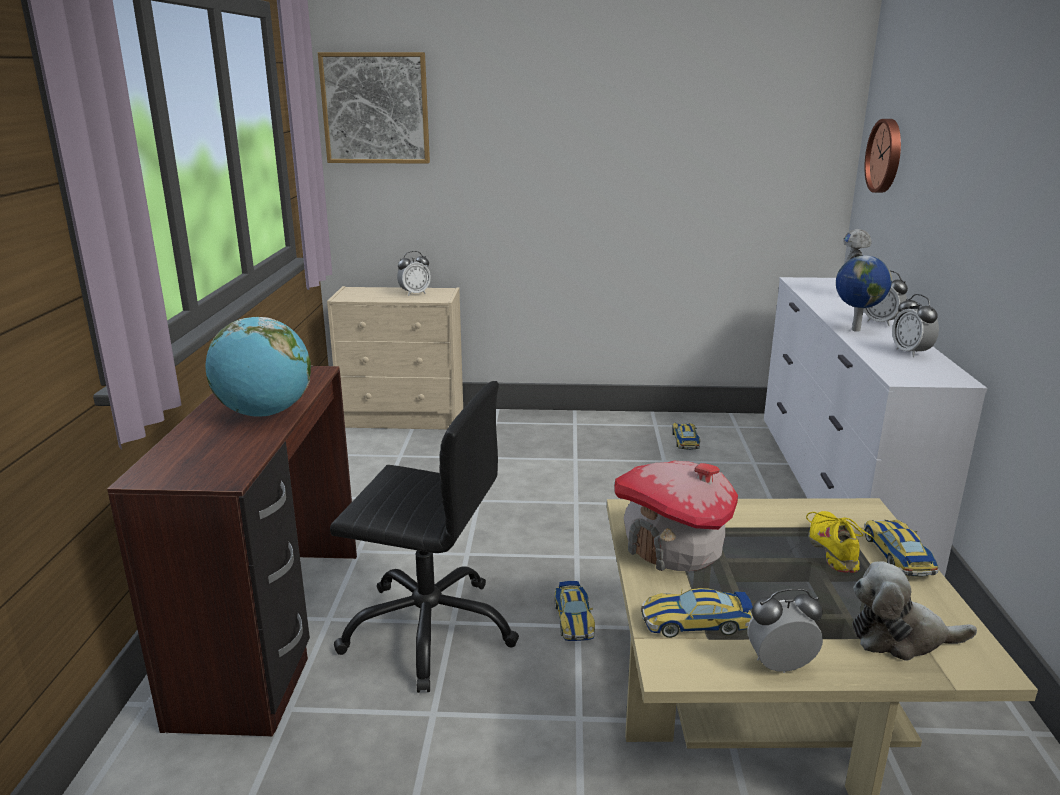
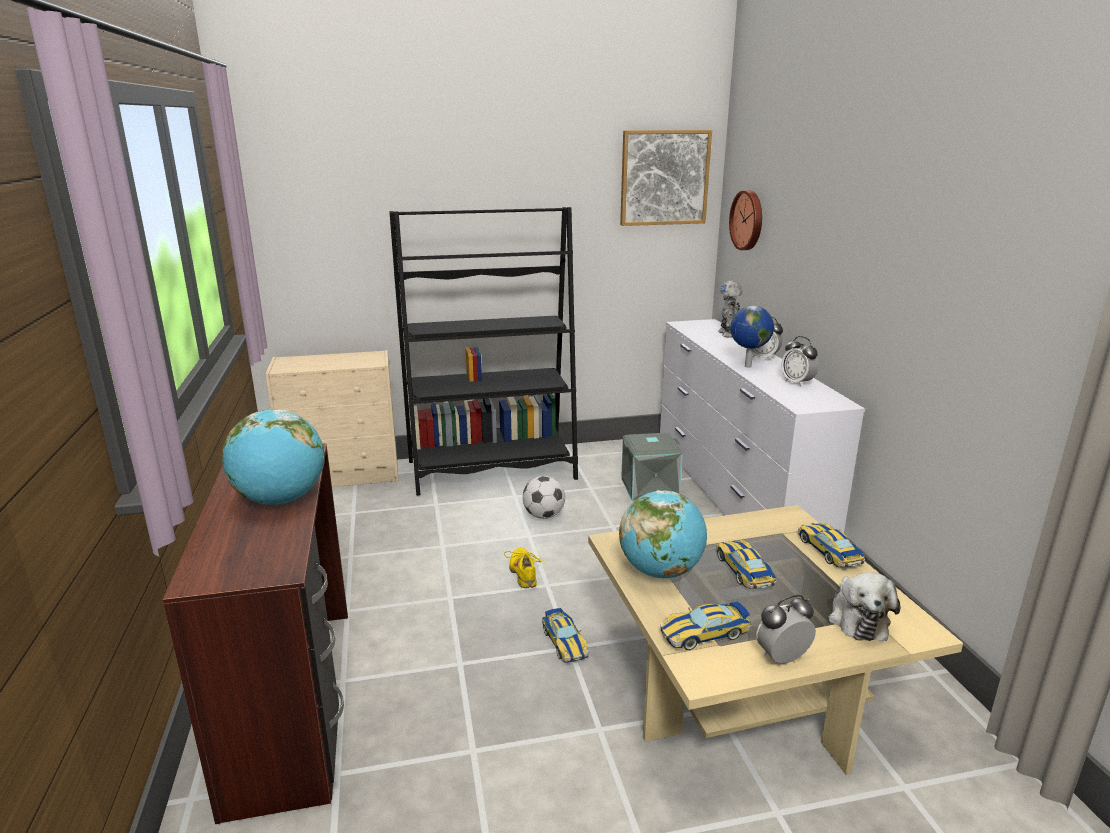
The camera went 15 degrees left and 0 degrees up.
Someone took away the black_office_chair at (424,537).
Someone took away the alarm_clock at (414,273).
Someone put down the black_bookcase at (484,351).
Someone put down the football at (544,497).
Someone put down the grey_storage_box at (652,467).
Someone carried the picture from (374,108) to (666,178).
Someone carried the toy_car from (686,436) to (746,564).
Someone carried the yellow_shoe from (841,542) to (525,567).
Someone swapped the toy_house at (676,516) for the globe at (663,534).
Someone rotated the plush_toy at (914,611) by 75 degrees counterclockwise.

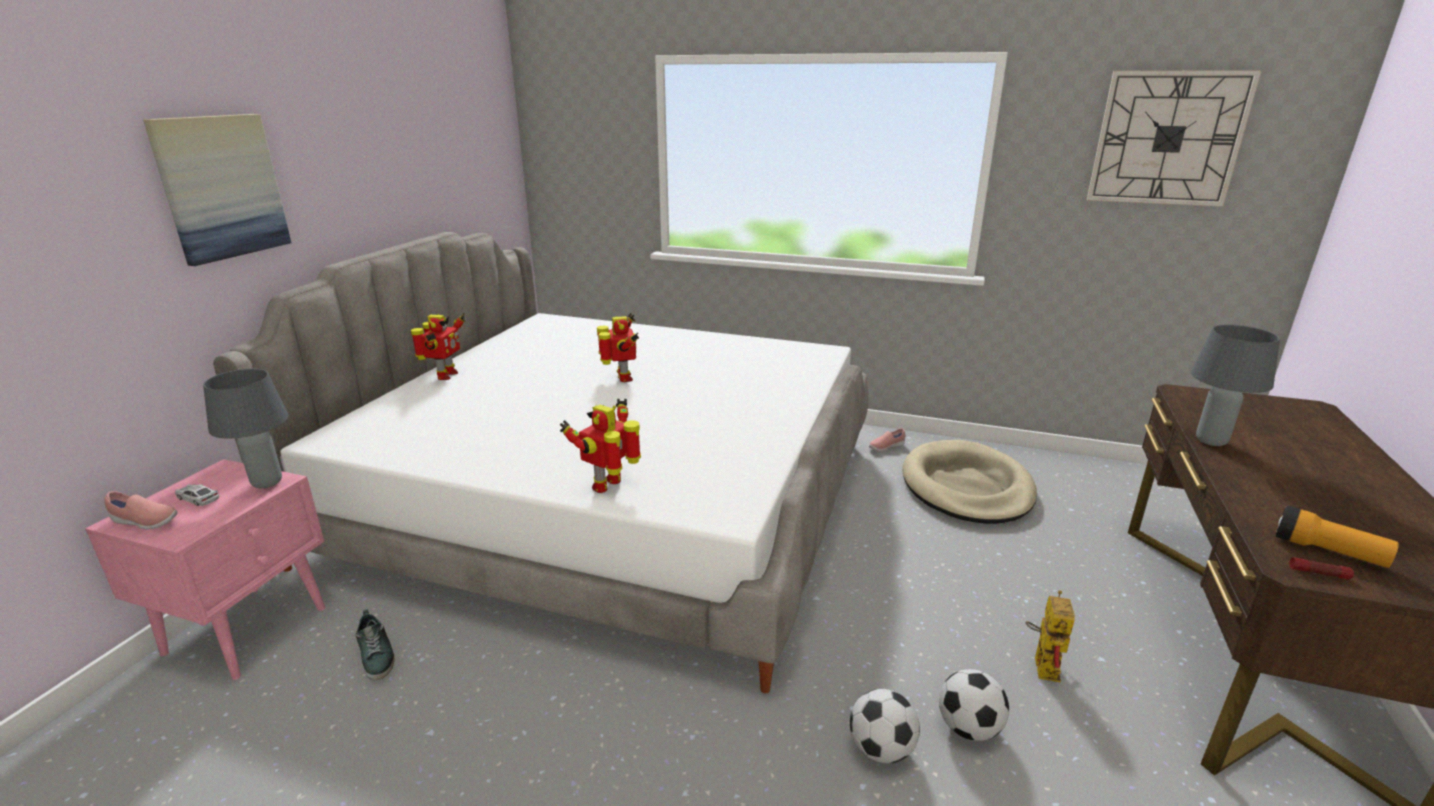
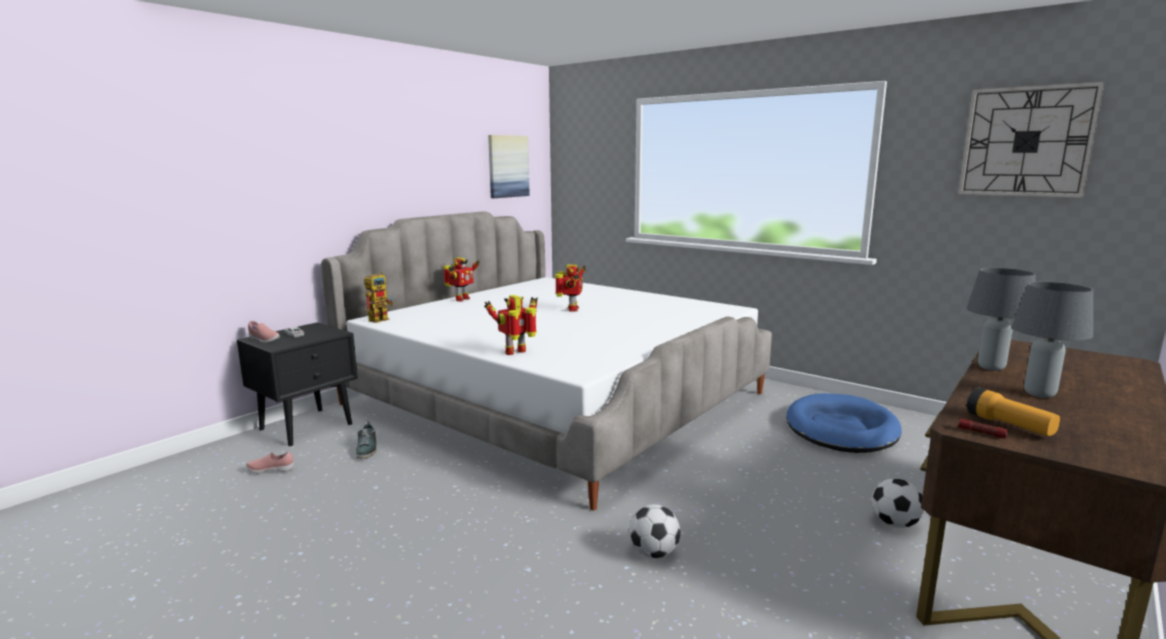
The camera went 20 degrees right and 10 degrees down.
Someone carried the picture from (217,190) to (509,166).
Someone carried the grey_table_lamp from (246,428) to (1052,339).
Someone carried the pink_shoe from (887,440) to (270,462).
Someone carried the football from (974,705) to (897,503).
Someone carried the toy_robot from (1050,636) to (379,297).
Someone repainted the pink_nightstand at (205,569), which became the black_nightstand at (297,384).
Someone repainted the beige_dog_bed at (969,482), which became the blue_dog_bed at (844,423).

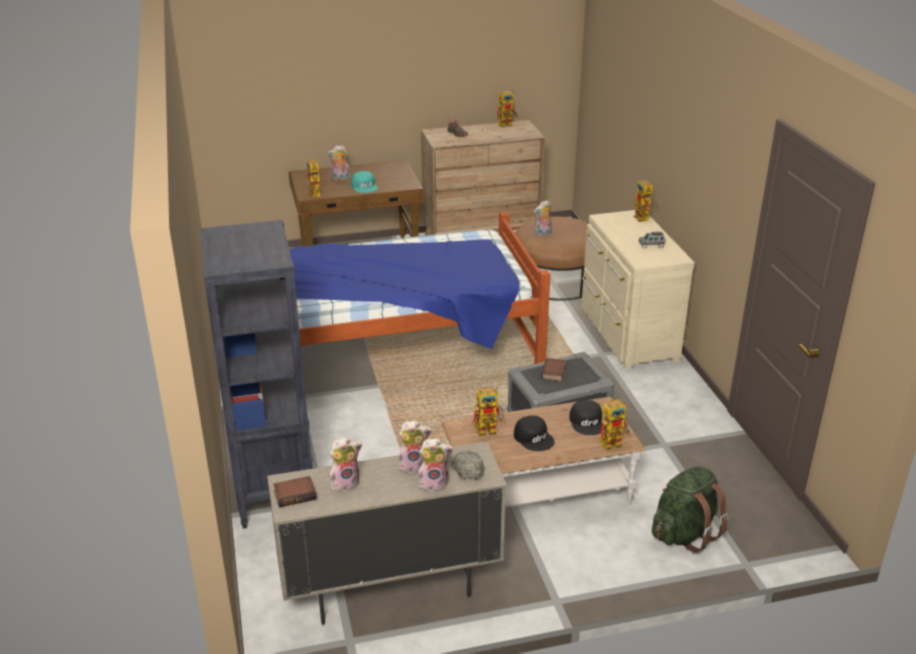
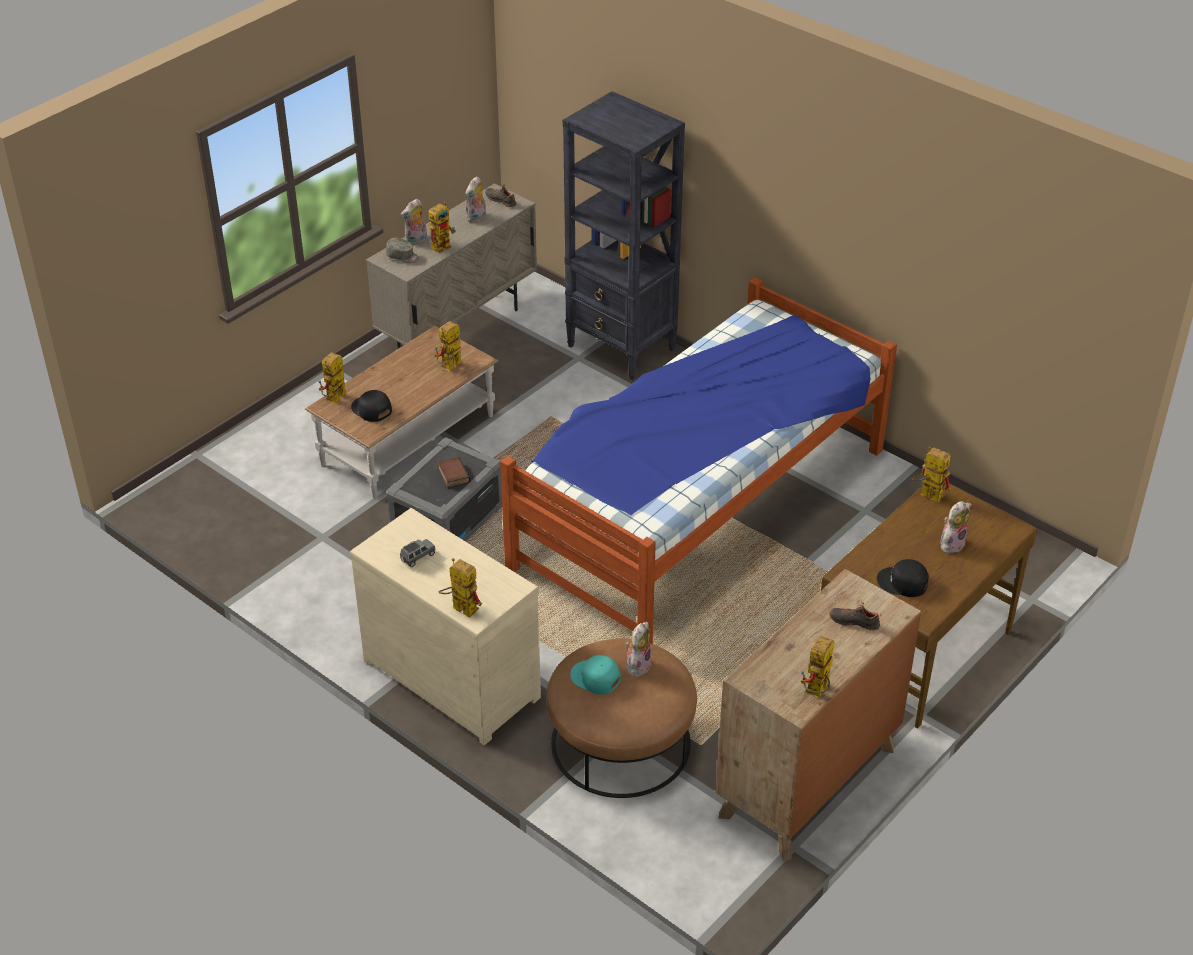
The camera went 145 degrees right and 10 degrees up.
Someone took away the green_backpack at (690,509).
Someone carried the turquoise_cap from (364,182) to (595,675).
Someone carried the black_cap from (534,433) to (903,578).
Someone swapped the book at (295,492) for the black_shoe at (500,196).
Someone swapped the plush_toy at (415,447) for the toy_robot at (442,228).

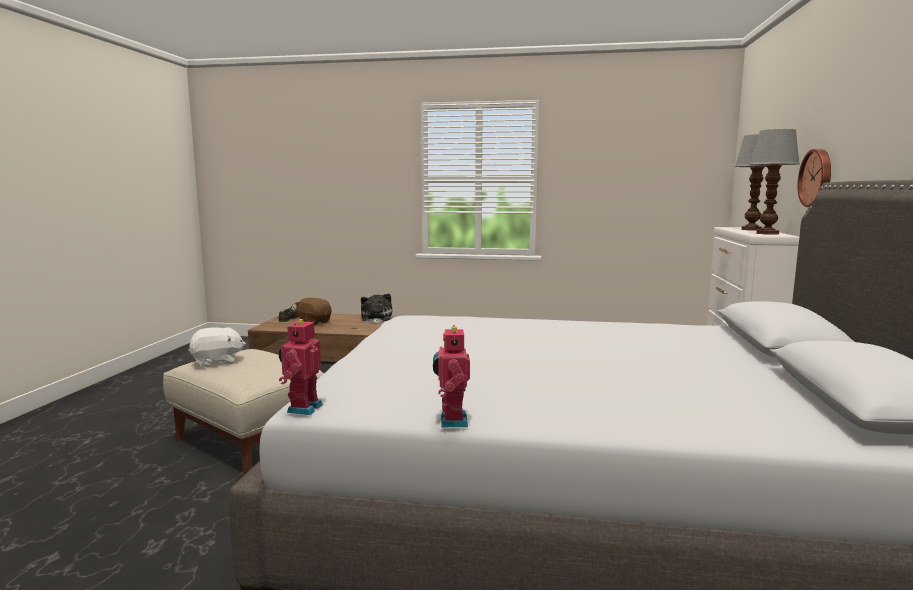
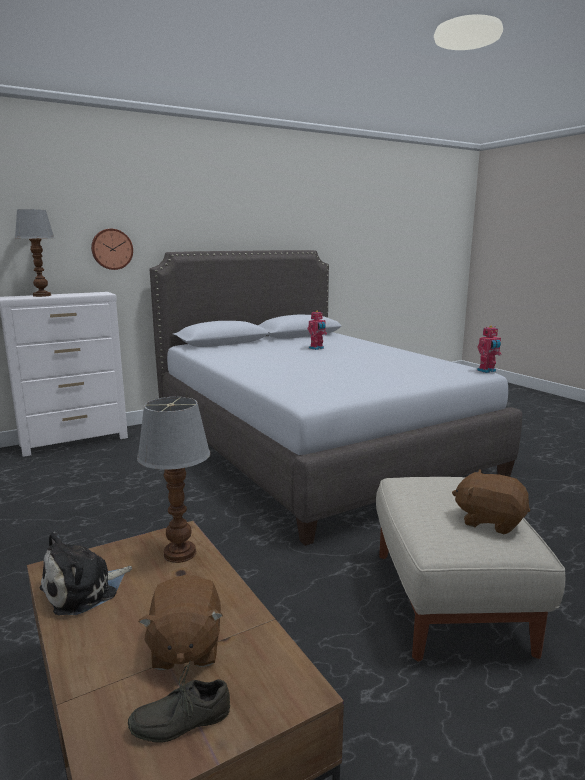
The camera went 130 degrees left and 5 degrees up.
Someone carried the toy_robot from (451,376) to (317,330).
Someone carried the table_lamp from (775,182) to (173,480).
Someone repainted the white_plush_toy at (217,347), which became the brown_plush_toy at (491,501).

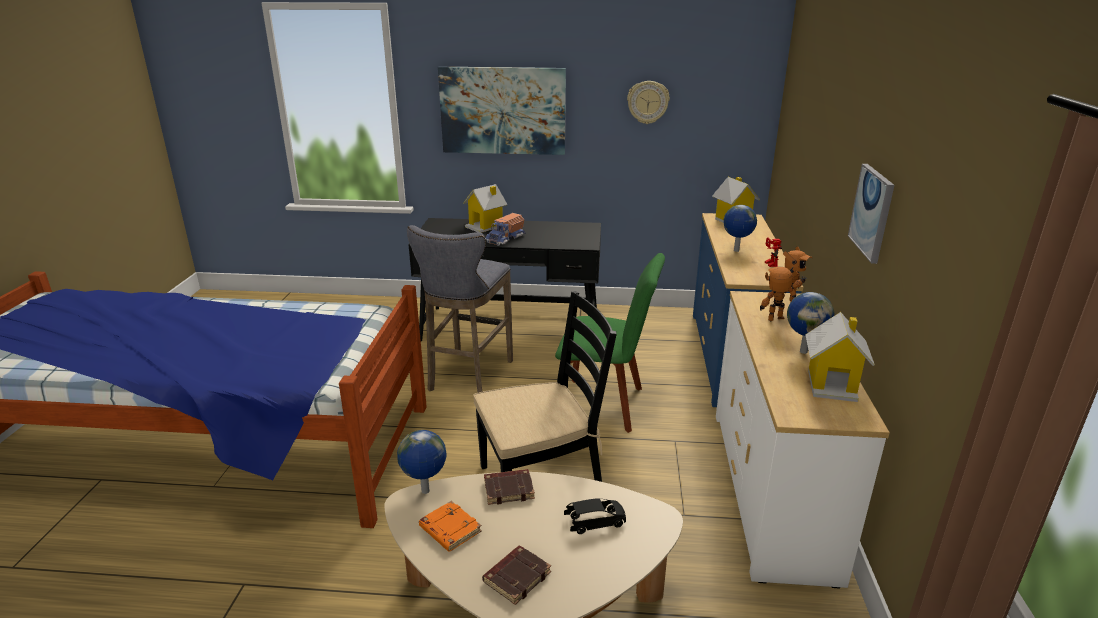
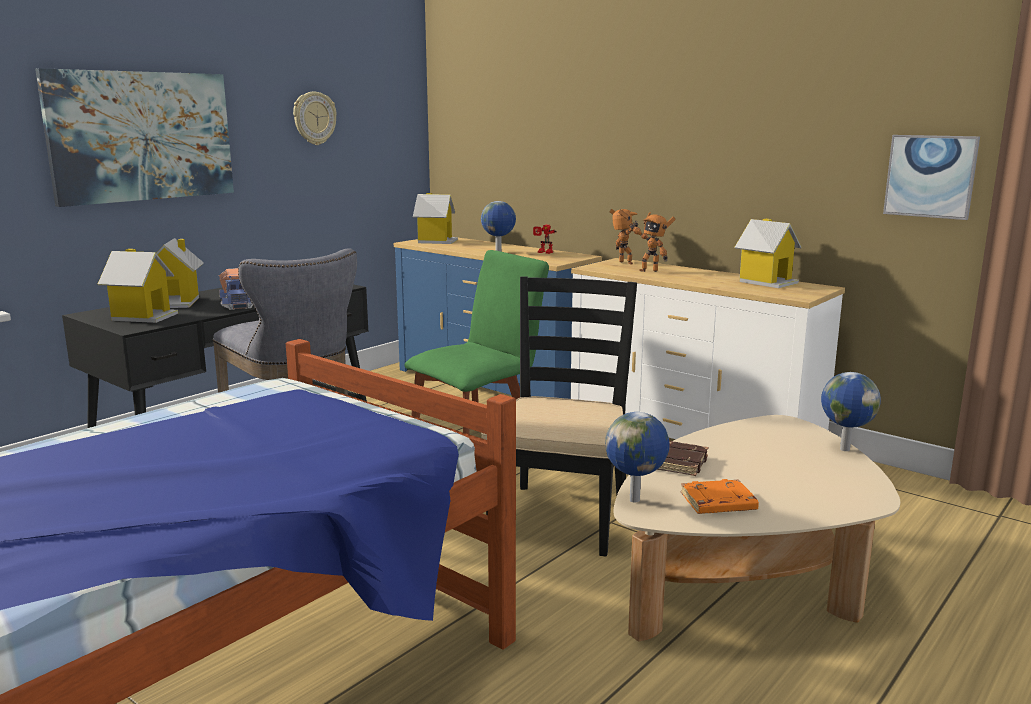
The camera went 55 degrees left and 10 degrees down.
Someone took away the brown_book at (516,575).
Someone took away the black_toy_car at (595,516).
Someone put down the toy_house at (138,286).
Someone carried the globe from (811,323) to (851,411).
Someone carried the picture from (871,214) to (931,177).
Someone rotated the toy_robot at (783,294) by 90 degrees counterclockwise.

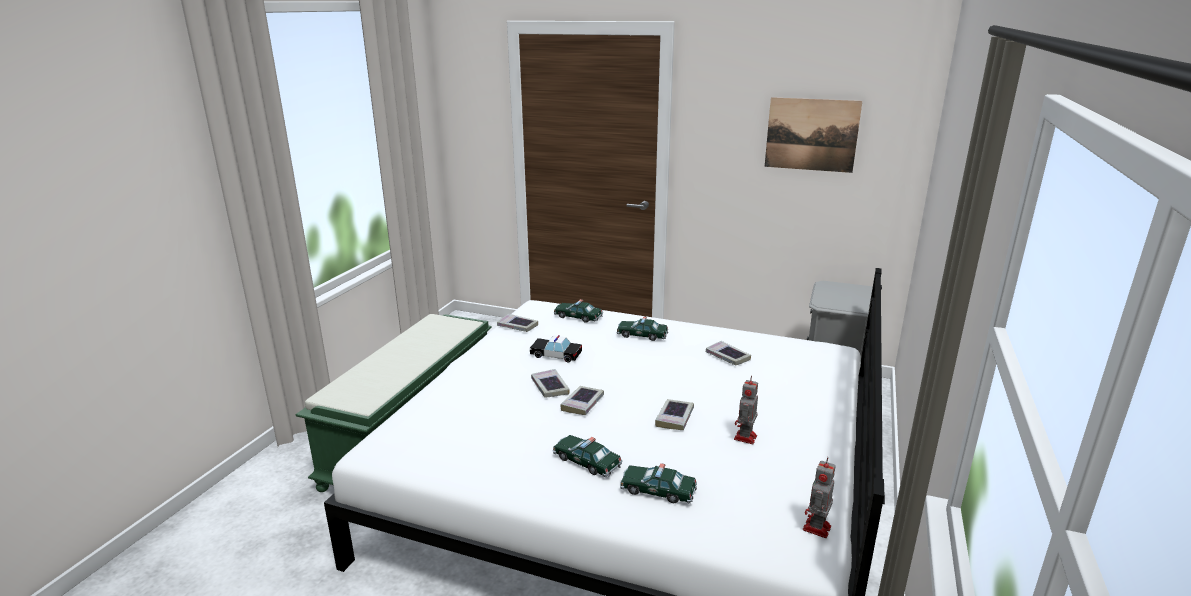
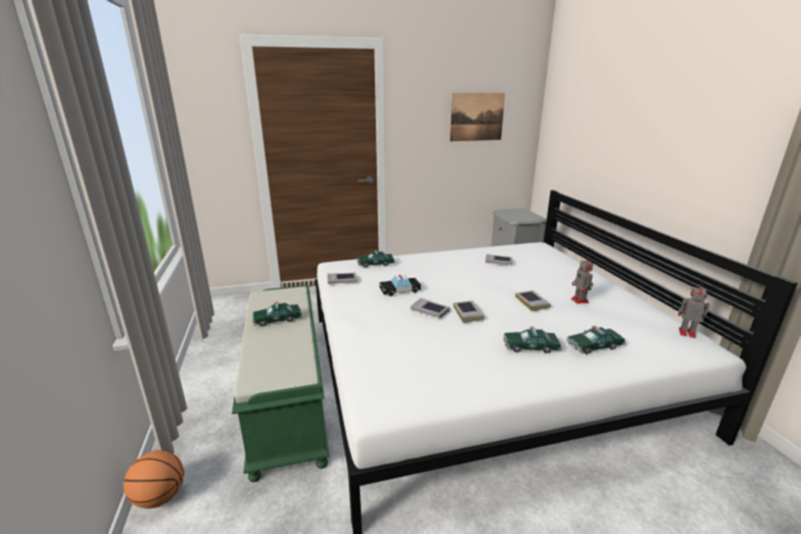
The camera went 35 degrees left and 0 degrees up.
Someone put down the basketball at (154,479).
Someone carried the toy_car from (642,328) to (277,314).
Someone rotated the toy_robot at (819,497) by 120 degrees clockwise.

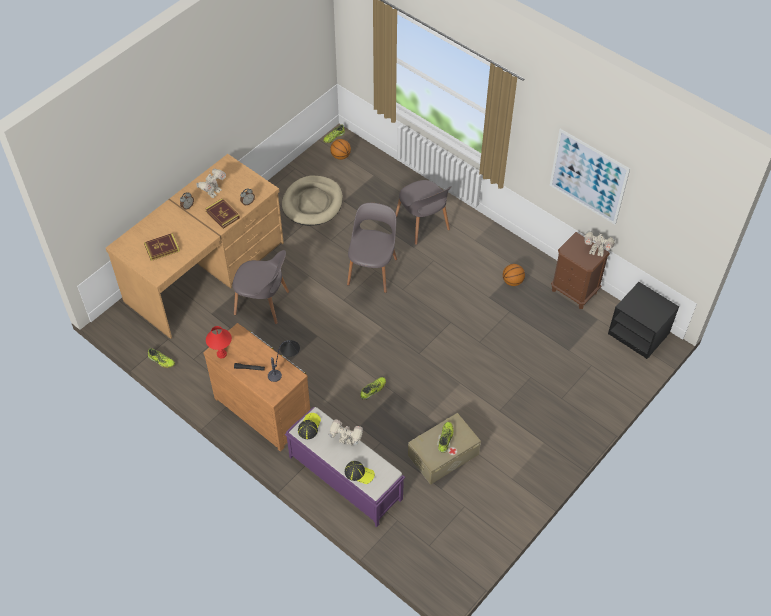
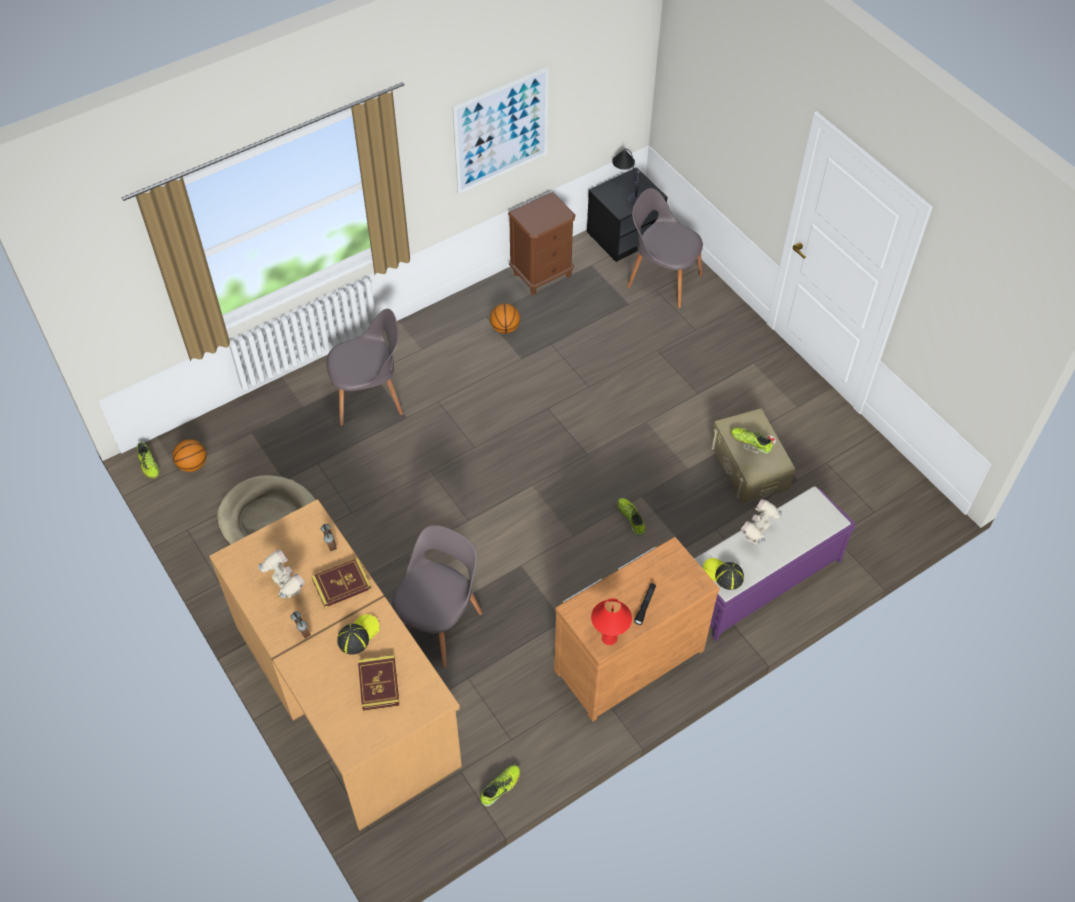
The camera went 75 degrees left and 0 degrees up.
Someone took away the toy_robot at (599,244).
Someone carried the table_lamp from (284,361) to (626,176).
Someone carried the cap from (360,472) to (358,634).
Someone carried the grey_chair from (372,248) to (665,248).

